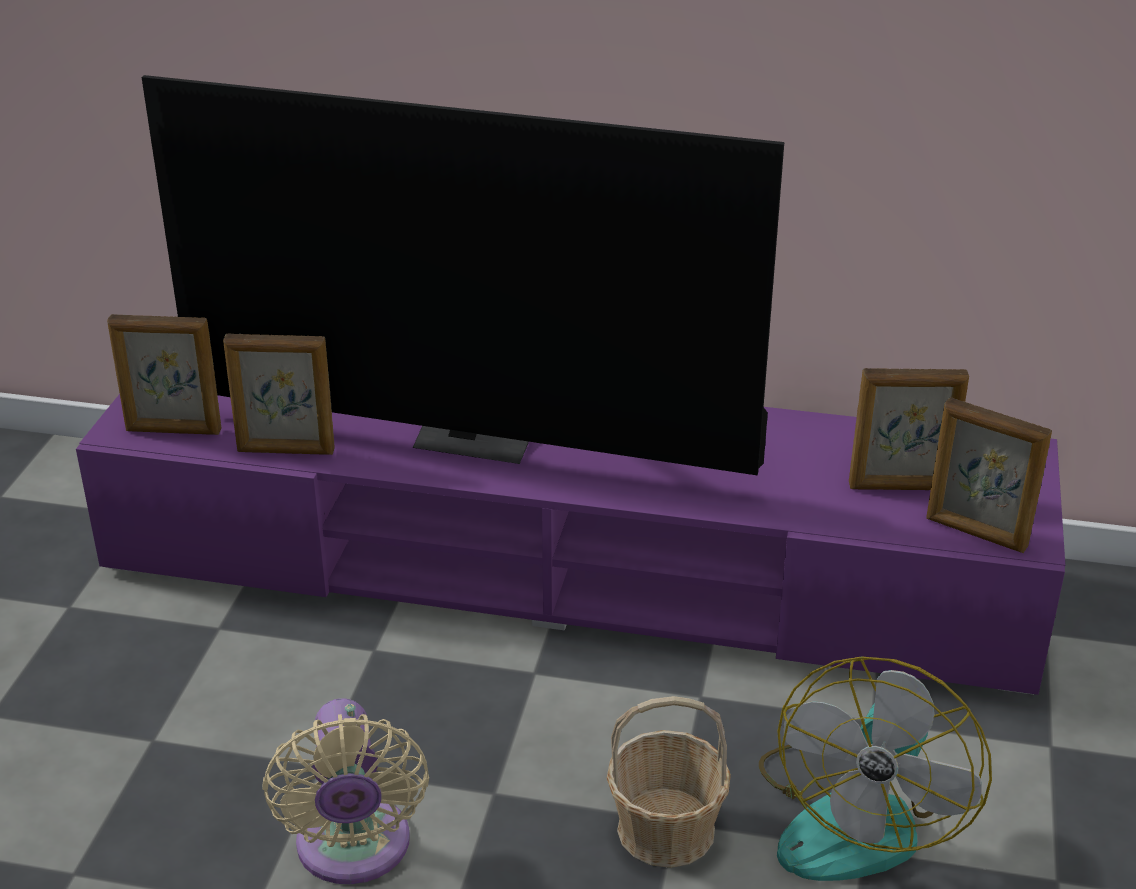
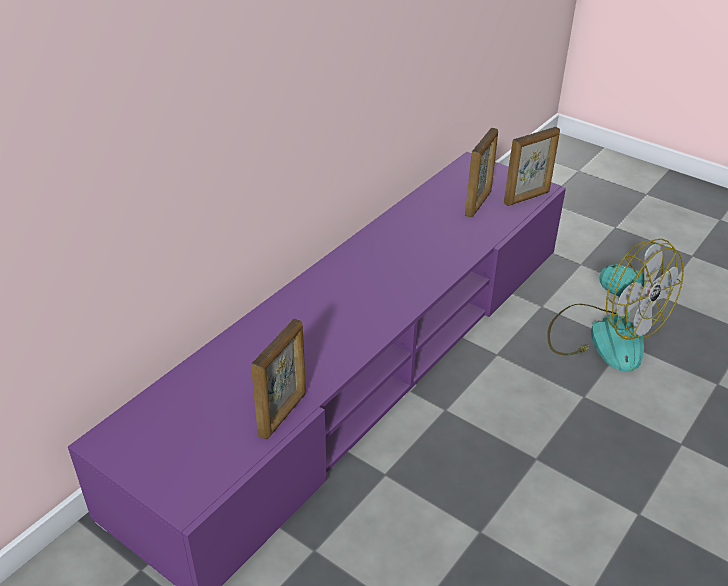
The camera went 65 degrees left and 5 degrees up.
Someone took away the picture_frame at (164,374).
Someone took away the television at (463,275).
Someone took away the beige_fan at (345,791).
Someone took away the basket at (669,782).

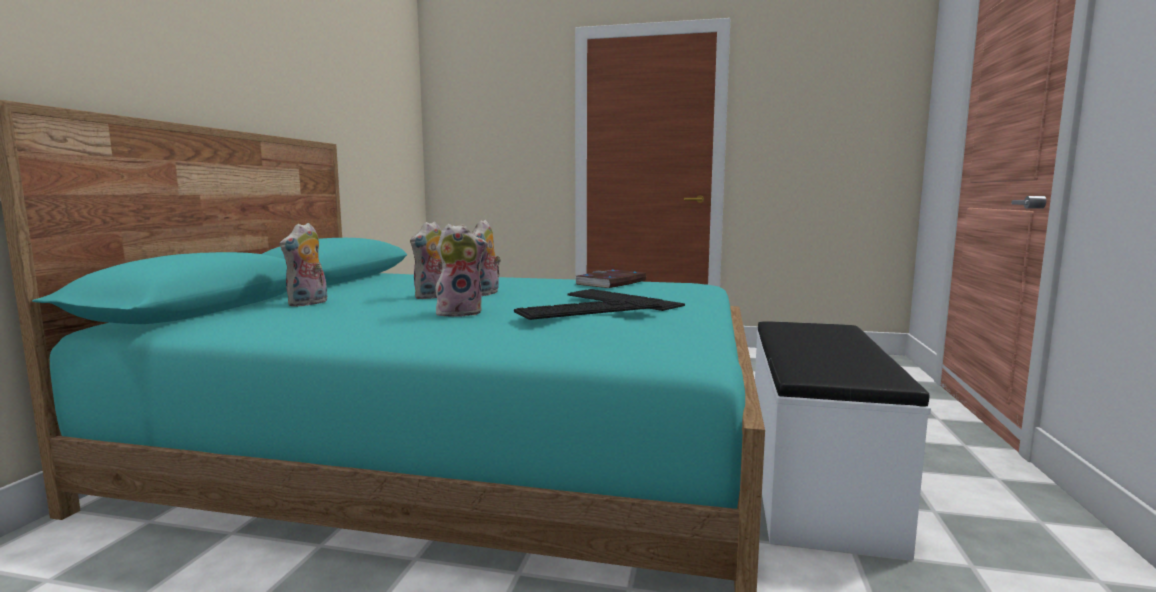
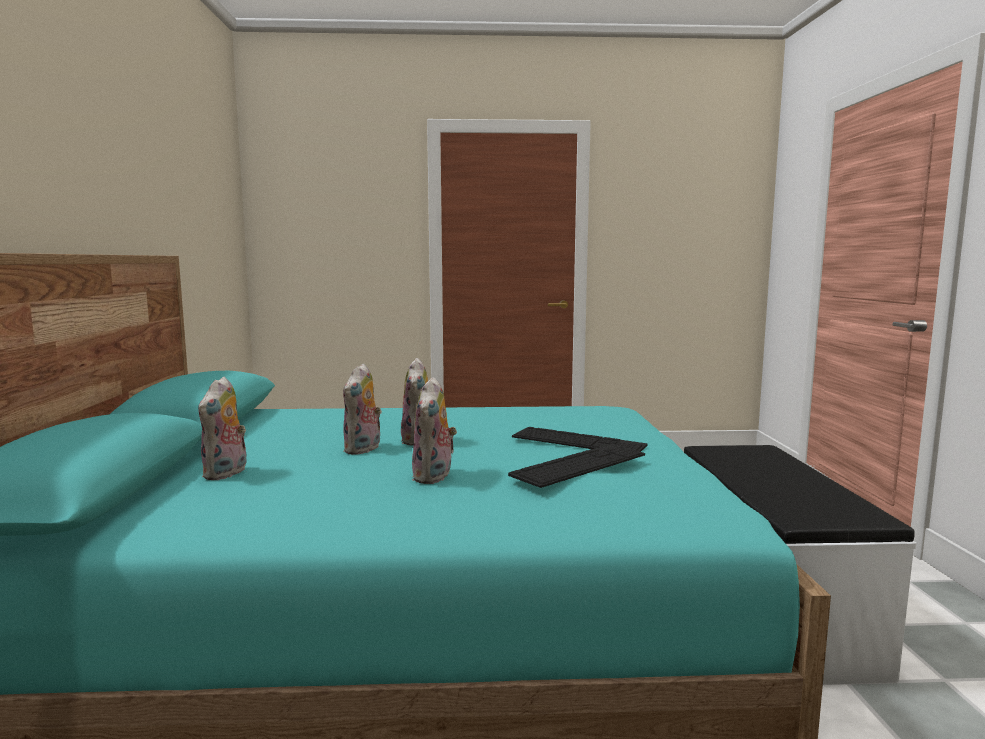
The camera went 15 degrees left and 0 degrees up.
Someone took away the book at (610,279).
Someone rotated the plush_toy at (461,270) by 135 degrees clockwise.

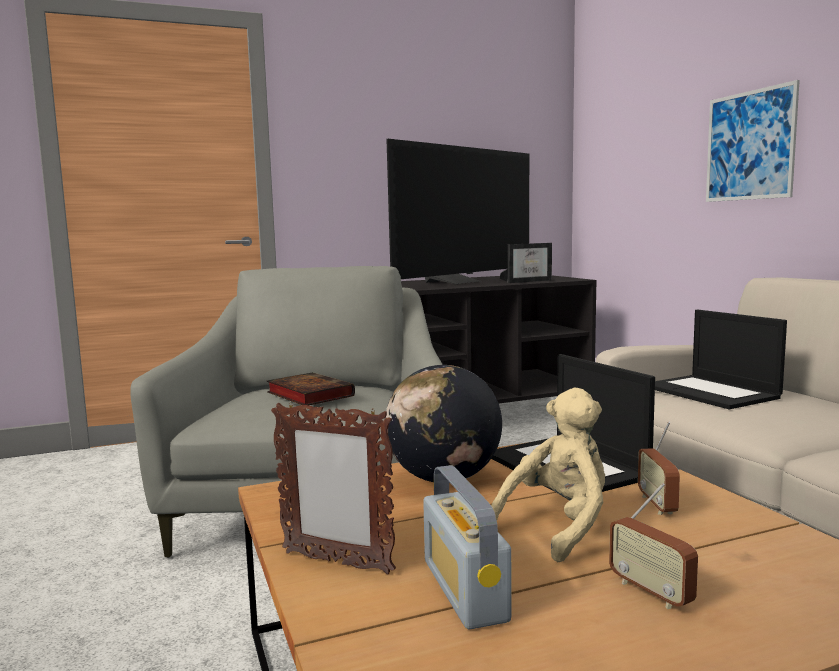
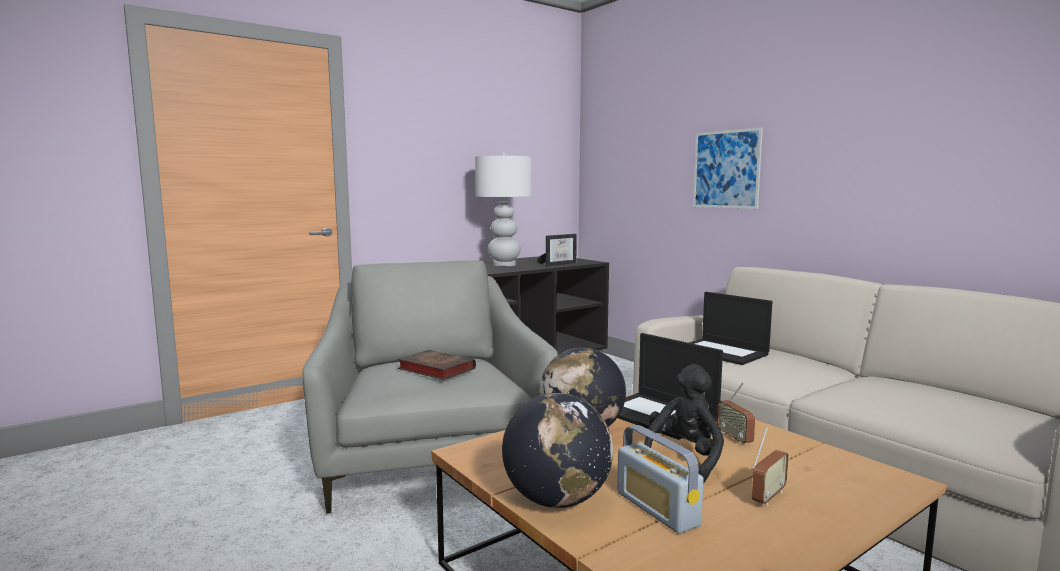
The camera went 15 degrees left and 0 degrees up.
Someone swapped the picture_frame at (333,488) for the globe at (557,450).
Someone swapped the television at (457,211) for the white_table_lamp at (503,209).
Someone repainted the beige_plush_toy at (548,475), which became the black_plush_toy at (684,423).
Someone rotated the radio at (653,546) by 90 degrees counterclockwise.

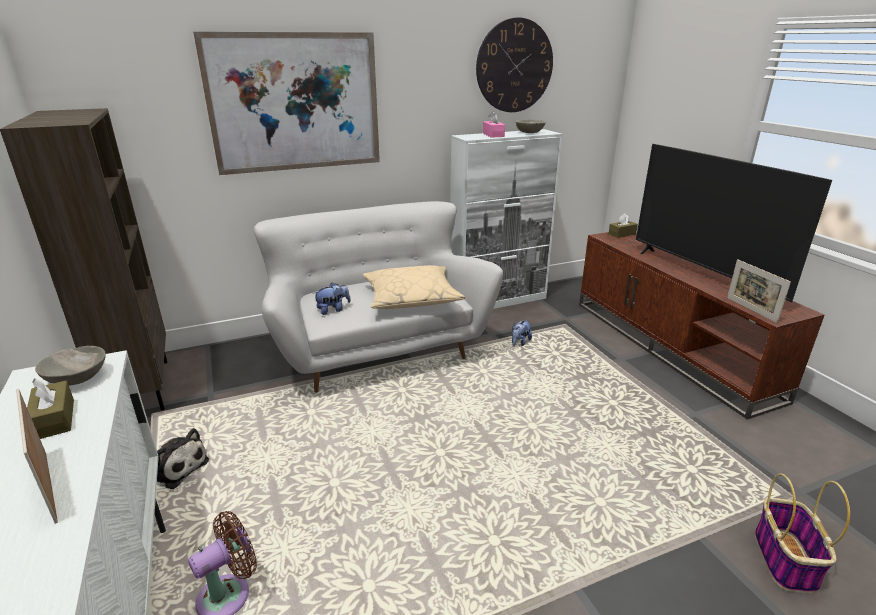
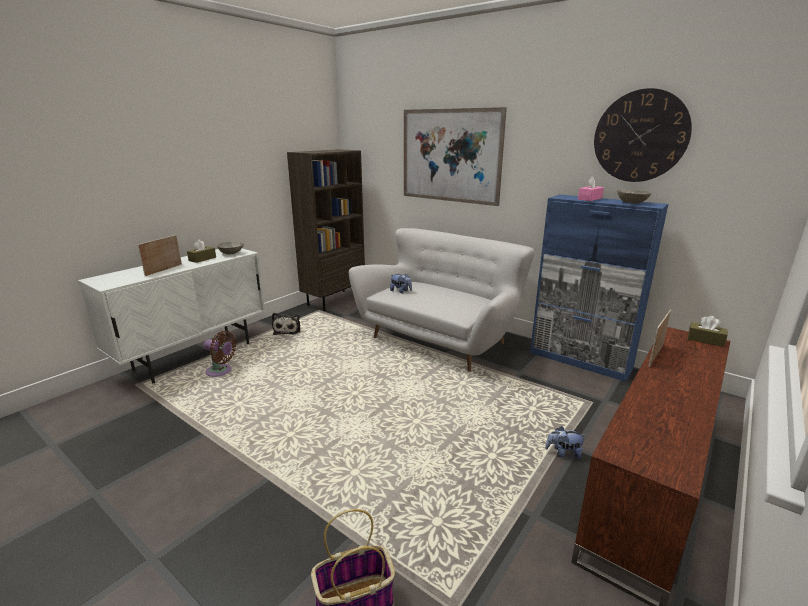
The camera went 60 degrees right and 5 degrees down.
Someone took away the beige_pillow at (414,287).
Someone took away the television at (734,223).
Someone carried the plush_toy from (522,333) to (565,442).
Someone carried the picture_frame from (759,291) to (659,338).
Someone repainted the white_cabinet at (507,219), which became the blue_cabinet at (599,288).

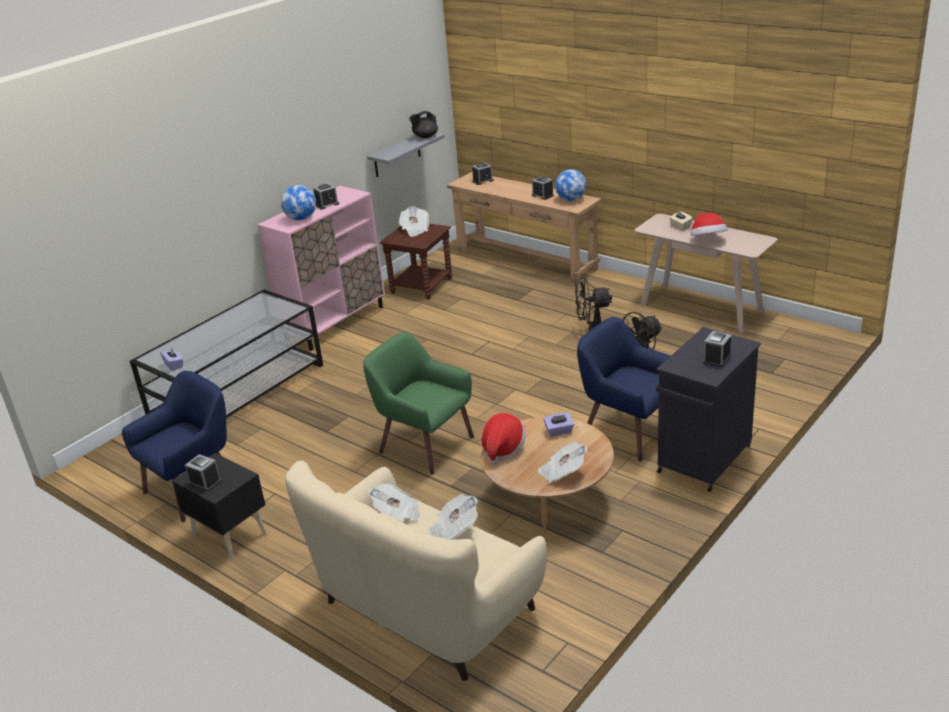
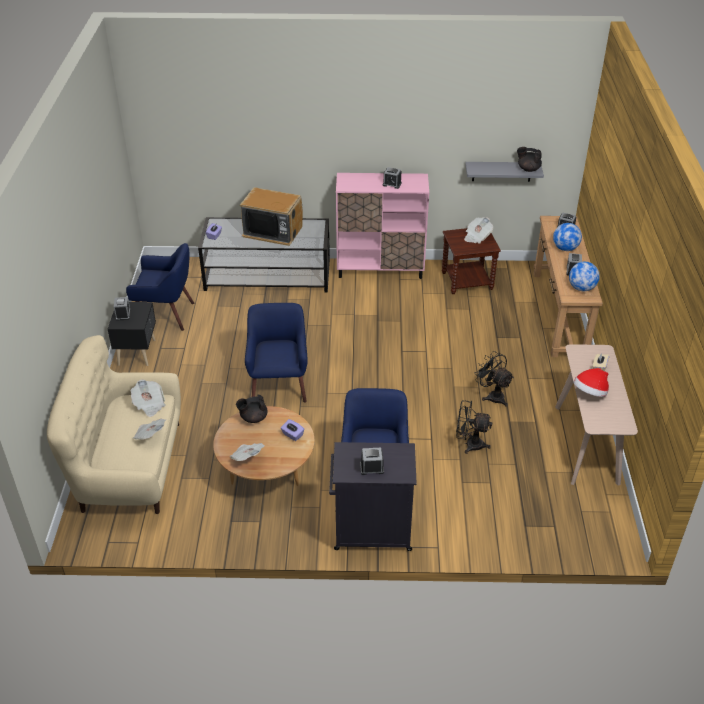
The camera went 50 degrees right and 10 degrees up.
Someone put down the television at (271,216).
Someone carried the globe from (298,202) to (567,237).
Someone swapped the hat at (503,438) for the black_teapot at (251,409).
Someone repainted the green_armchair at (418,403), which became the blue_armchair at (276,353).

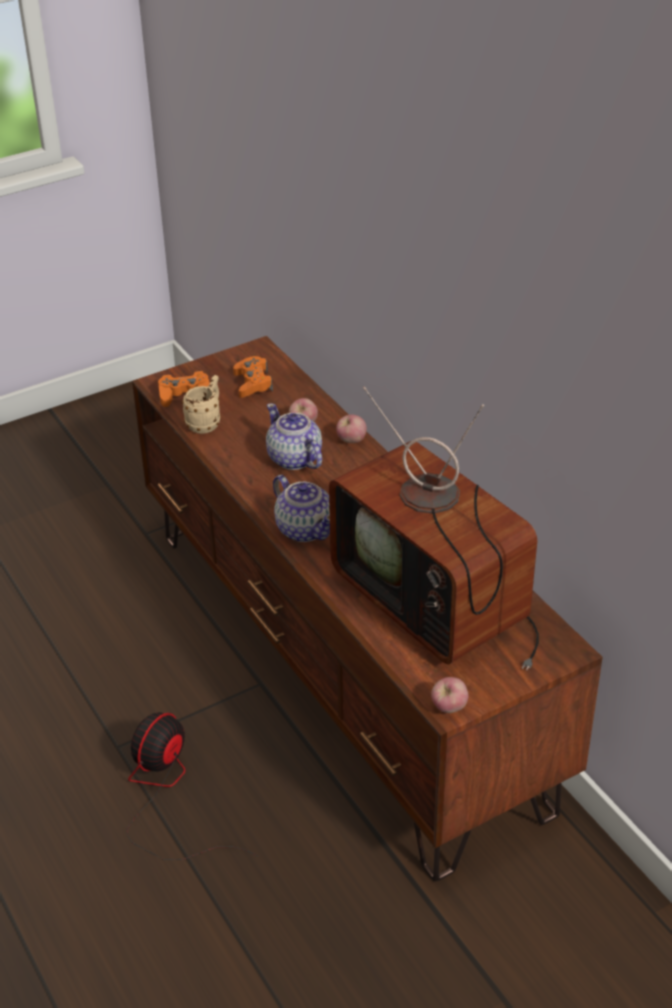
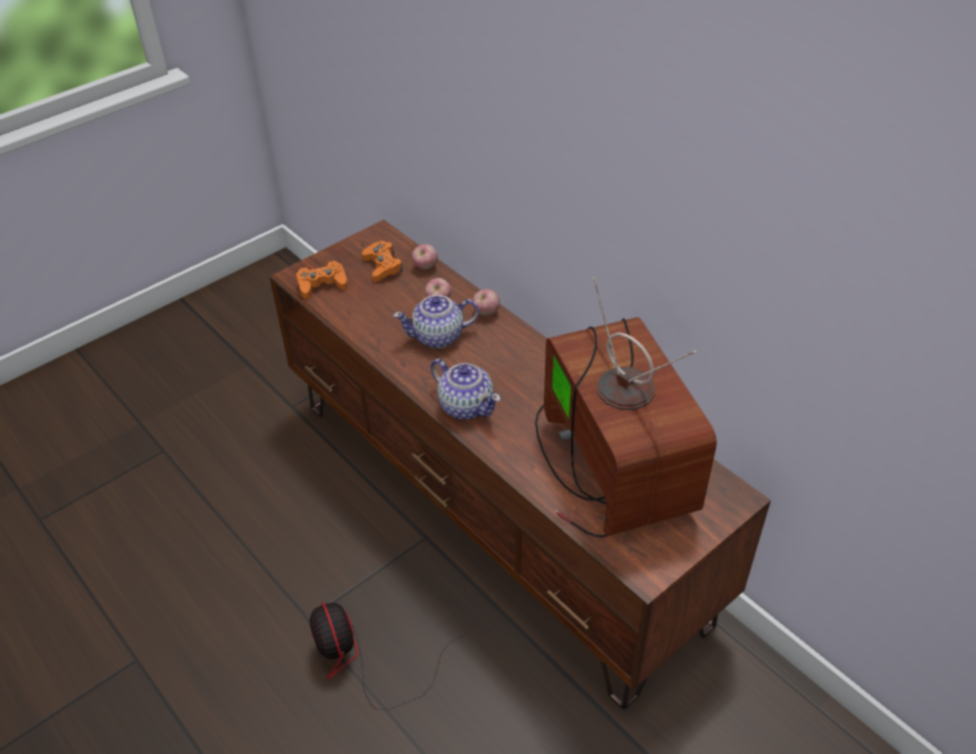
The camera went 10 degrees left and 5 degrees up.
Someone took away the beige_mug at (201,404).
Someone carried the apple from (450,695) to (425,257).
Someone rotated the fan at (192,786) by 45 degrees counterclockwise.
Someone rotated the teapot at (294,436) by 60 degrees counterclockwise.
Someone rotated the television at (434,528) by 150 degrees counterclockwise.

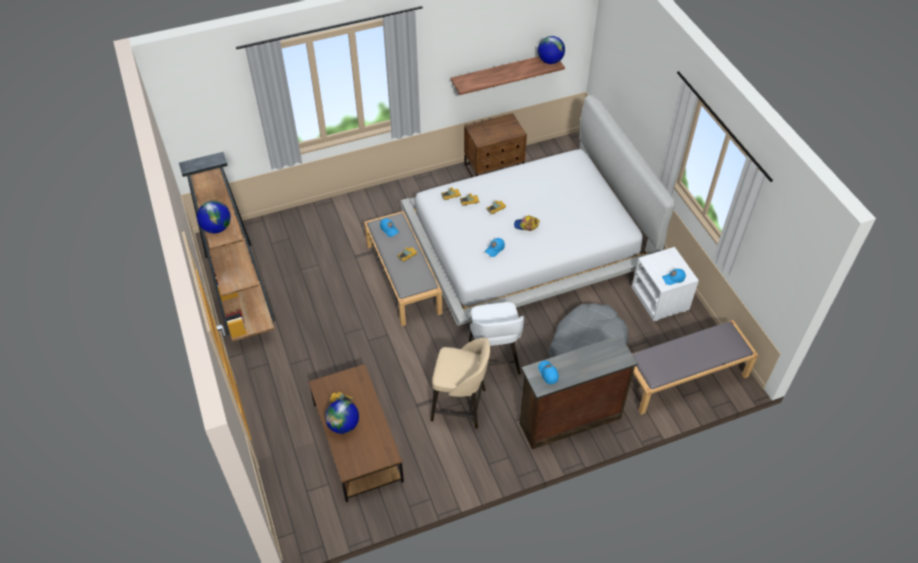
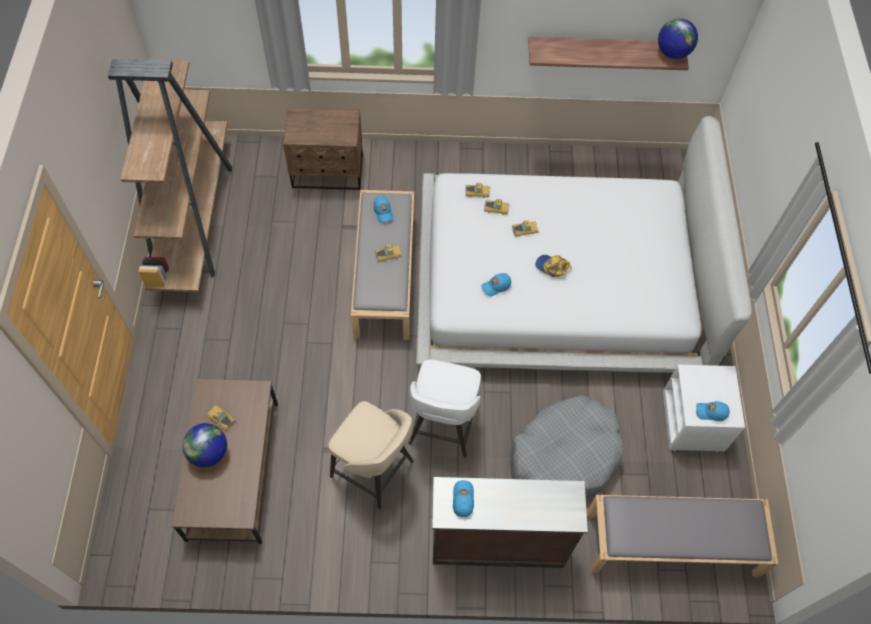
The camera went 20 degrees right and 10 degrees up.
Someone took away the globe at (214,217).
Someone carried the brown_nightstand from (495,145) to (323,148).

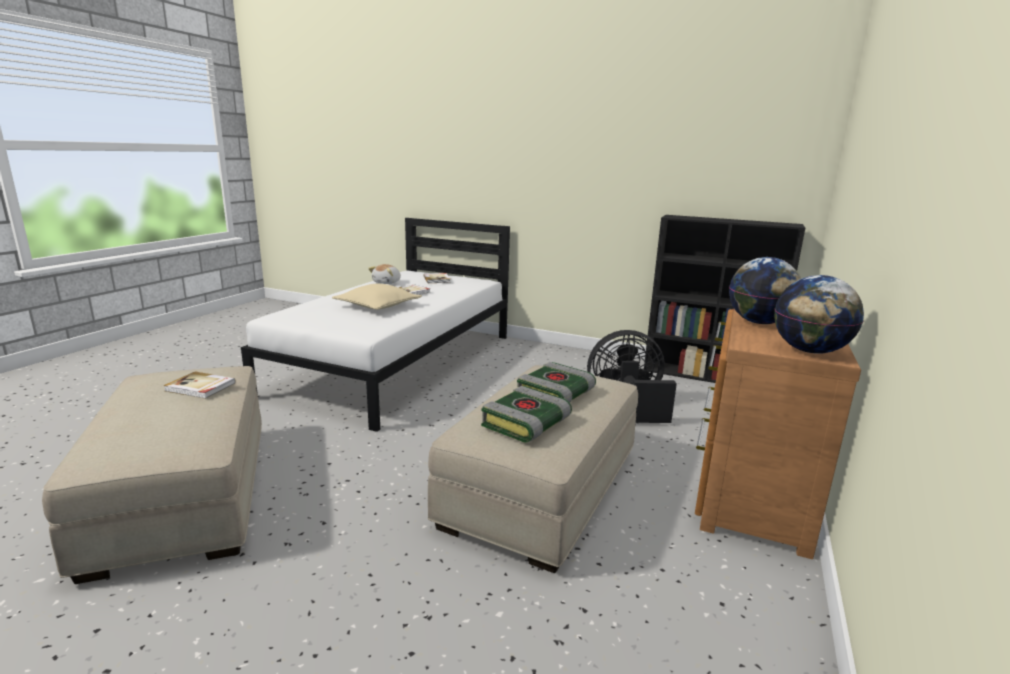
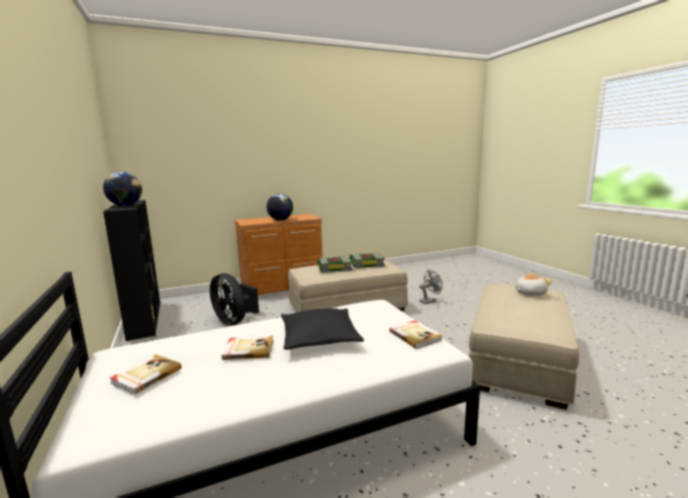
The camera went 135 degrees left and 5 degrees down.
Someone put down the grey_fan at (430,287).
Someone carried the book from (199,385) to (416,334).
Someone carried the plush_toy from (384,274) to (533,284).
Someone carried the globe from (819,314) to (122,189).
Someone repainted the beige_pillow at (377,297), which became the black_pillow at (322,329).

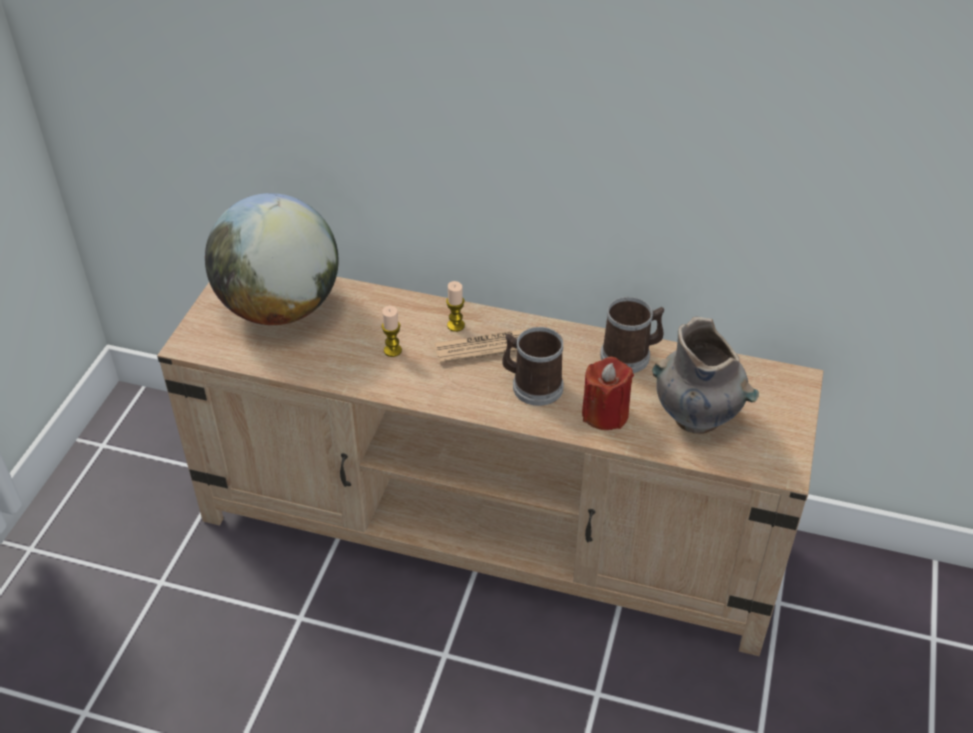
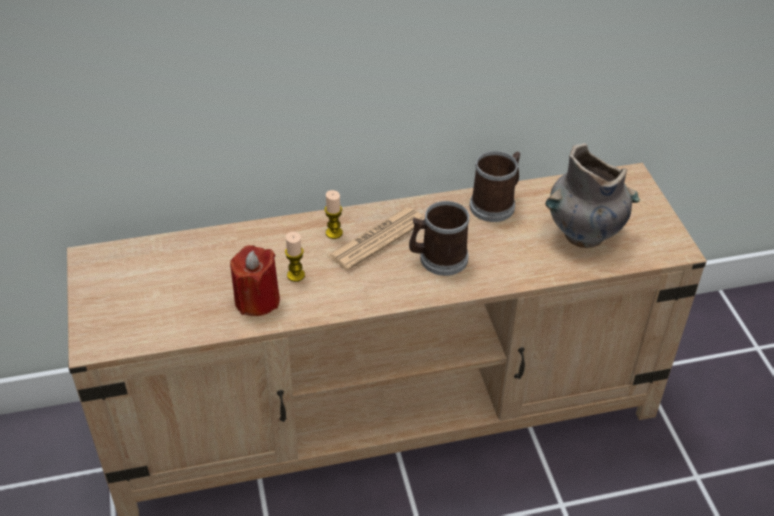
The camera went 30 degrees left and 0 degrees up.
Someone took away the globe at (272,259).
Someone carried the red_candle from (608,393) to (255,280).

